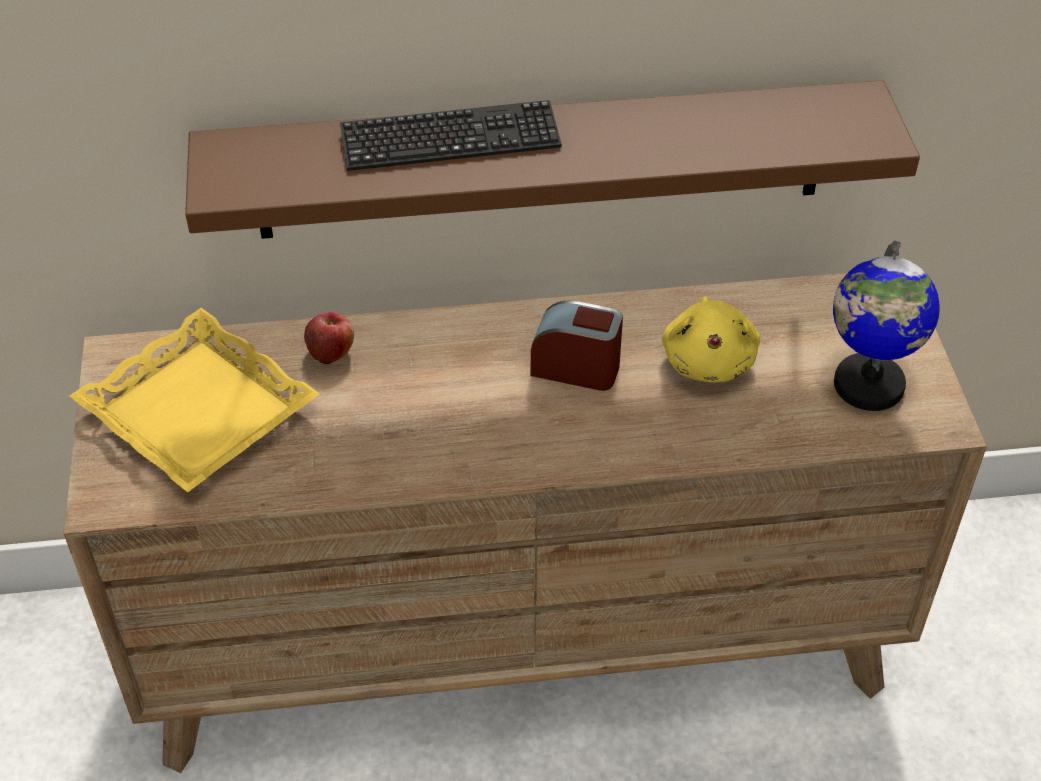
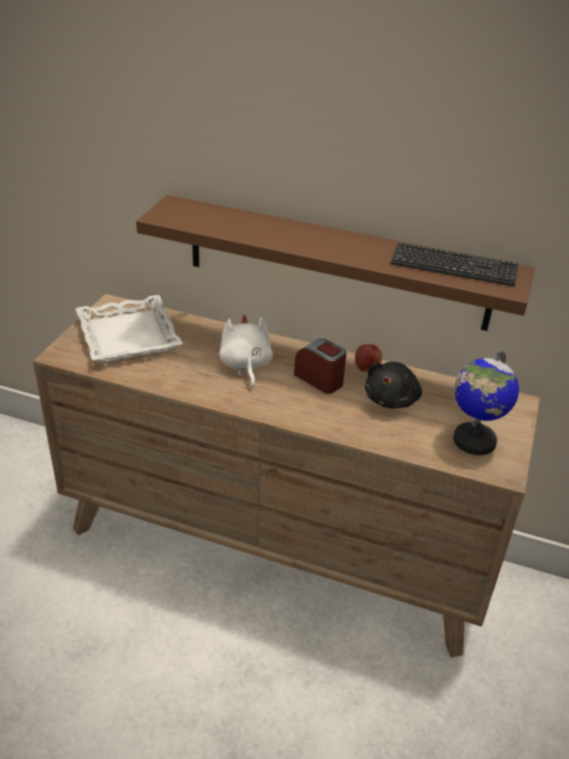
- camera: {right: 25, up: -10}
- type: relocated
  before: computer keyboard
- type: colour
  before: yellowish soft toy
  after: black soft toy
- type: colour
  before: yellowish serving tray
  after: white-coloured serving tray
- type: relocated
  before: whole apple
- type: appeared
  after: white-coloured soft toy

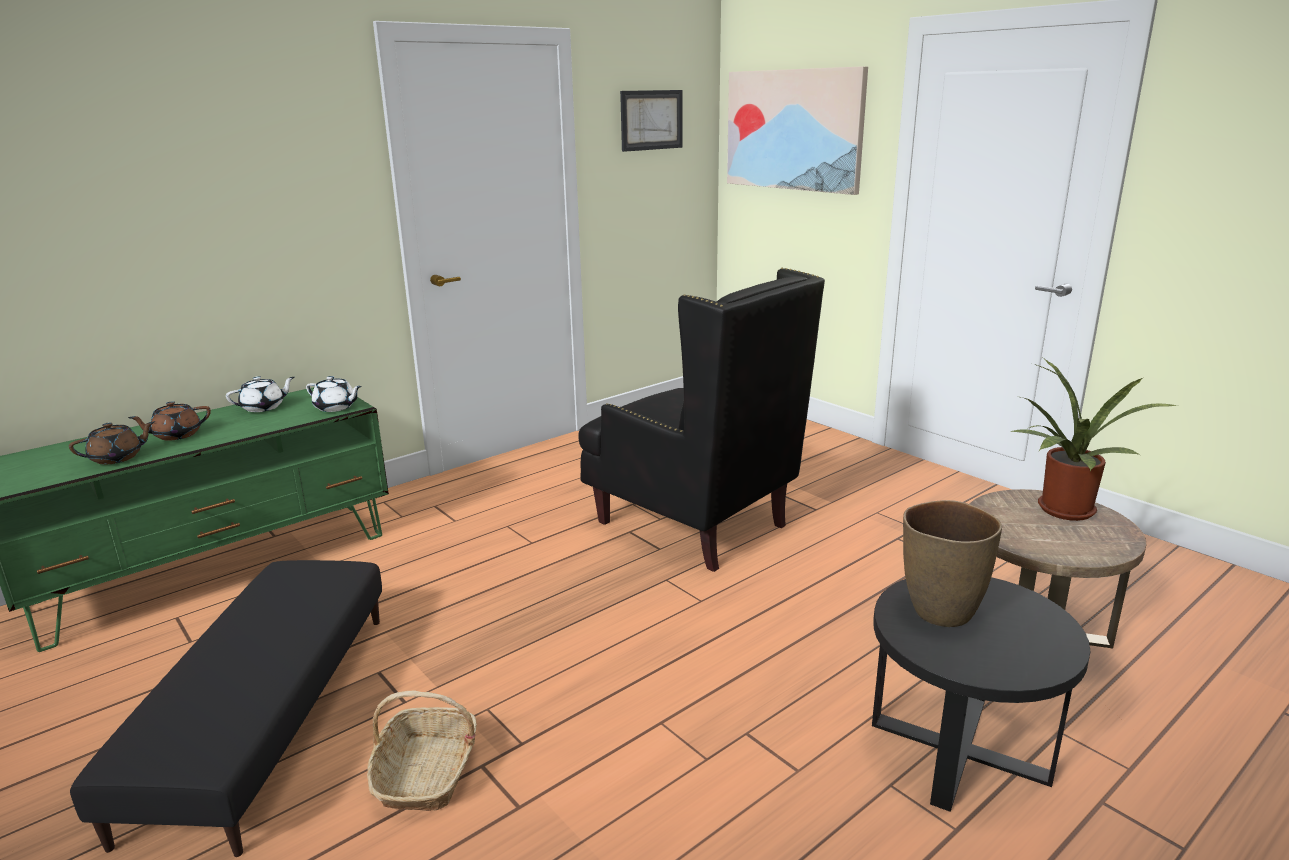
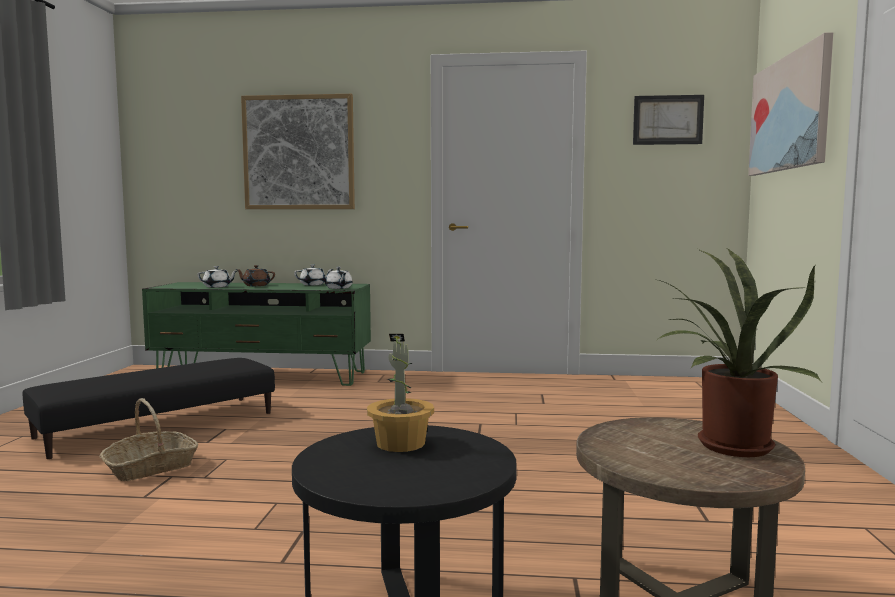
- camera: {right: 45, up: -15}
- type: missing
  before: black easy chair
- type: colour
  before: brown-coloured pot for tea (no. 1 from left)
  after: white-coloured pot for tea (no. 1 from left)
- type: exchanged
  before: brown-coloured decorative vase
  after: potted plant (no. 1 from left)
- type: appeared
  after: picture (no. 1 from left)

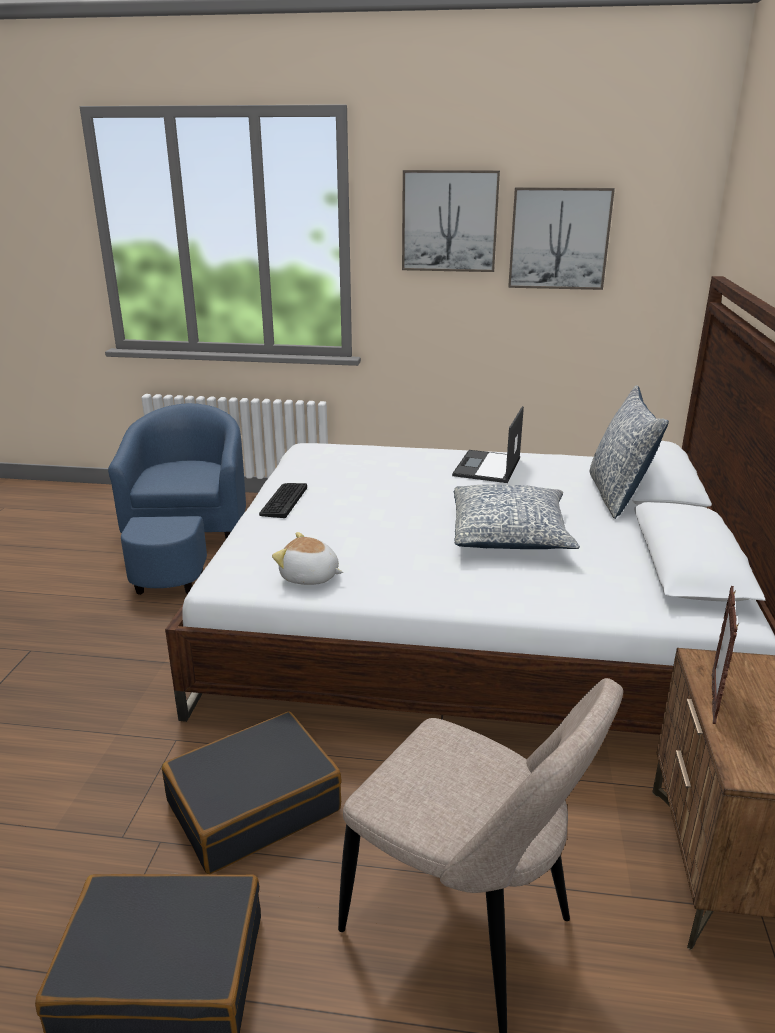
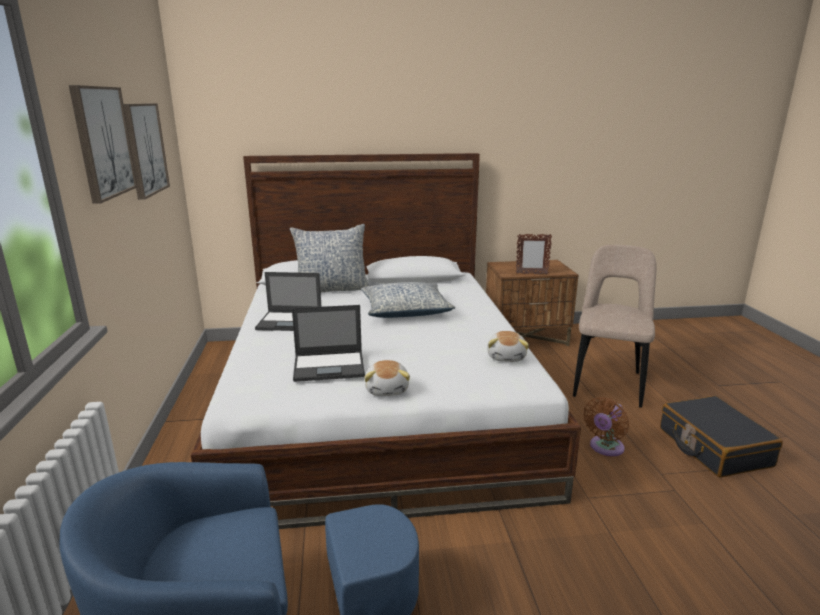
- camera: {right: -105, up: -5}
- type: exchanged
  before: computer keyboard
  after: soft toy (no. 1 from left)
- type: exchanged
  before: black suitcase (no. 2 from left)
  after: brown-coloured fan
- type: appeared
  after: notebook computer (no. 2 from left)

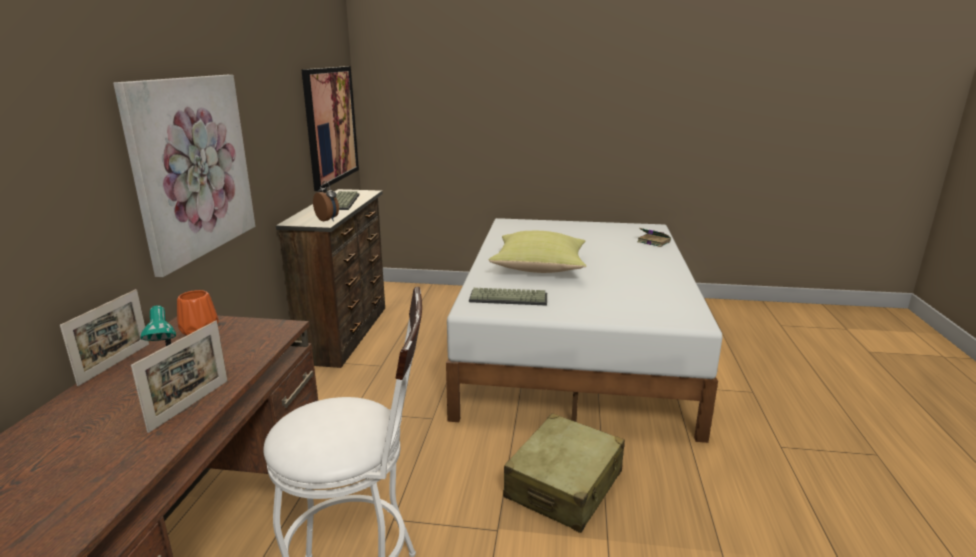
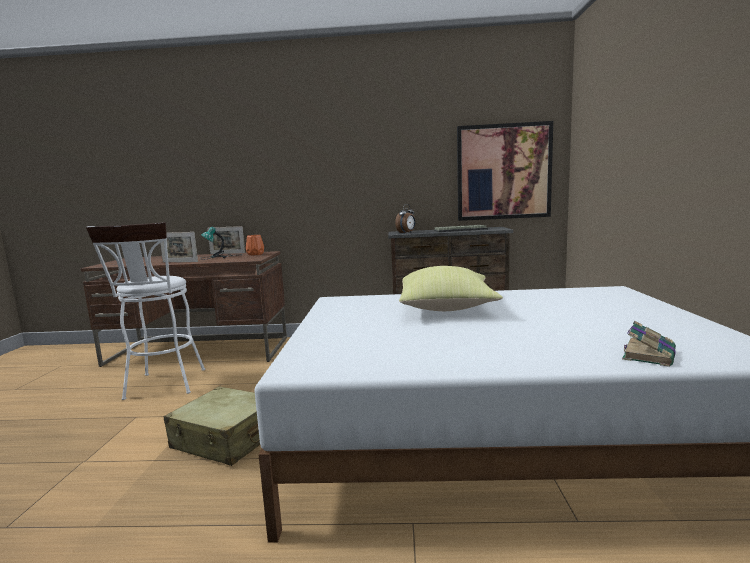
- camera: {right: 85, up: -10}
- type: missing
  before: picture (no. 1 from left)
- type: missing
  before: computer keyboard (no. 2 from left)

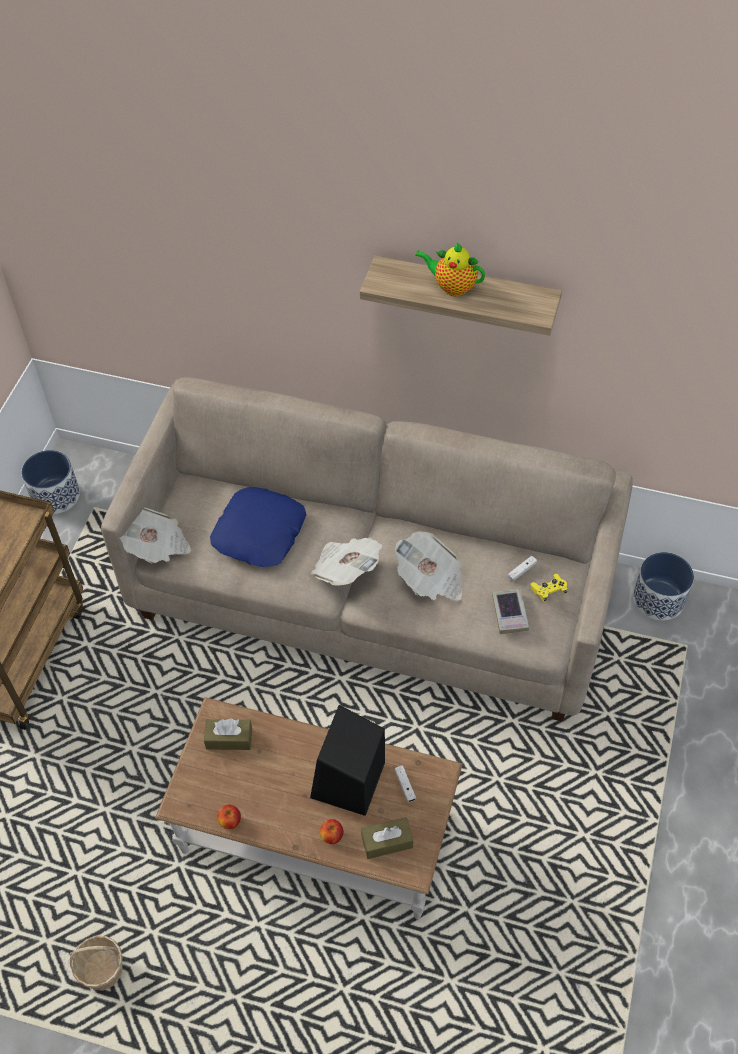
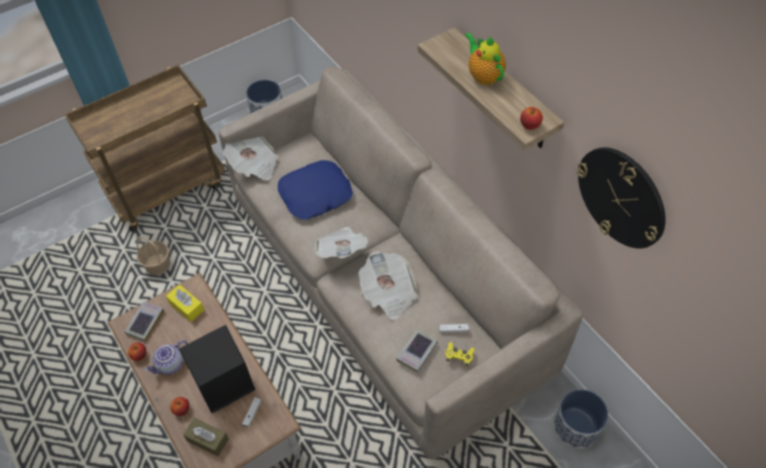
- camera: {right: 40, up: 0}
- type: colour
  before: brown-coloured tissue box (no. 1 from left)
  after: yellowish tissue box
- type: relocated
  before: household basket
- type: appeared
  after: whole apple (no. 3 from left)
- type: appeared
  after: hanging clock
- type: appeared
  after: book (no. 1 from left)
- type: appeared
  after: pot for tea (no. 1 from left)

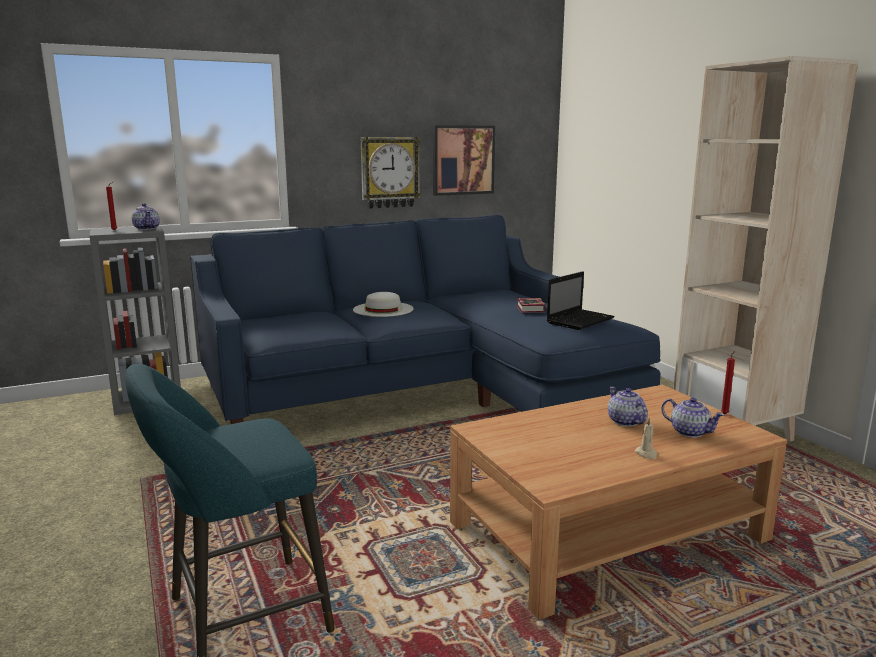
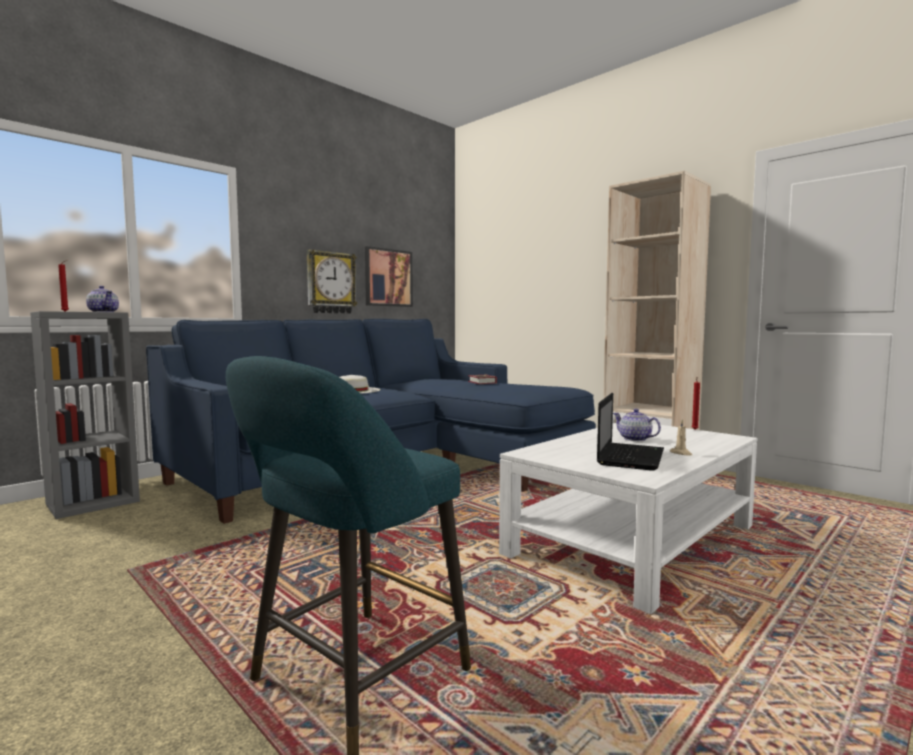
- camera: {right: -20, up: -10}
- type: relocated
  before: notebook computer
- type: colour
  before: brown-coloured low table
  after: white-coloured low table
- type: missing
  before: pot for tea (no. 3 from left)

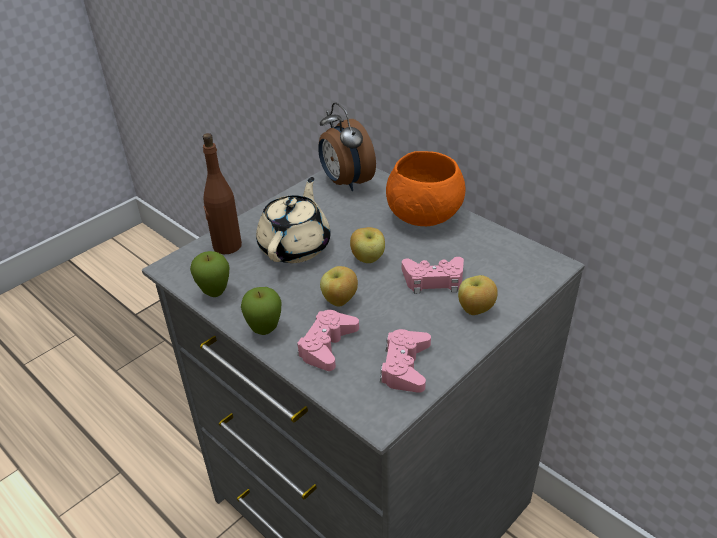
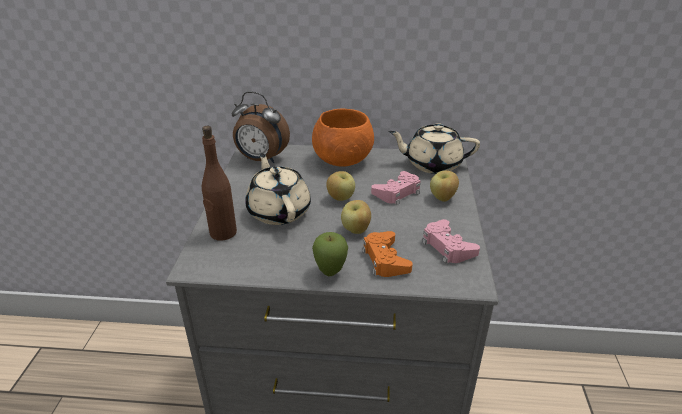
- camera: {right: -40, up: -5}
- type: missing
  before: whole apple (no. 1 from left)
- type: colour
  before: pinkish game controller (no. 1 from left)
  after: orangey game controller
- type: appeared
  after: beige pot for tea (no. 2 from left)

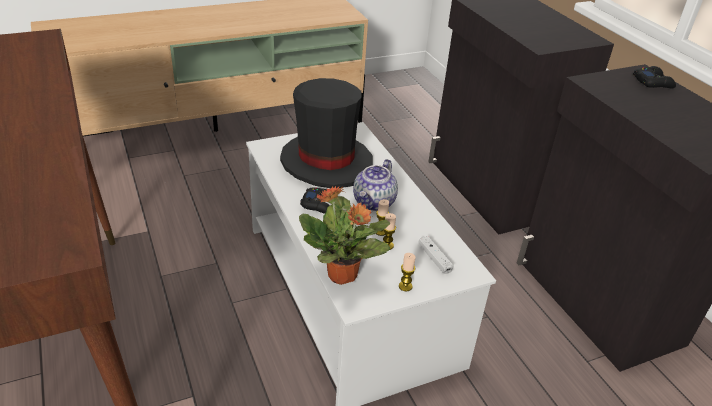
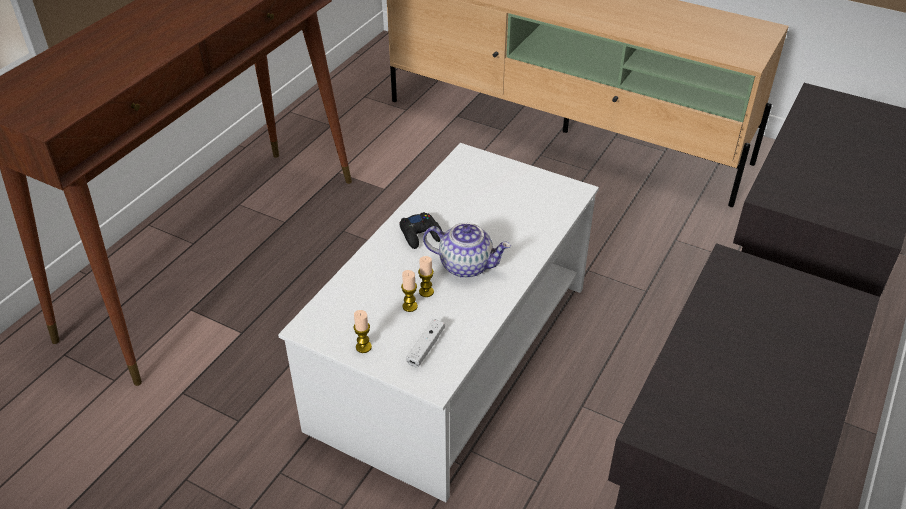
- camera: {right: 55, up: 5}
- type: missing
  before: black game controller (no. 2 from left)
- type: missing
  before: black hat
- type: spun
  before: pot for tea
  turn: -150
- type: missing
  before: potted plant

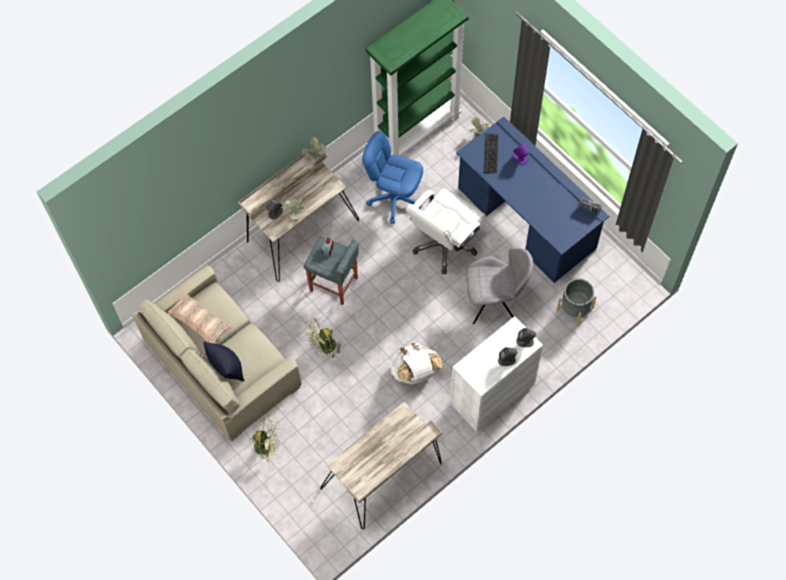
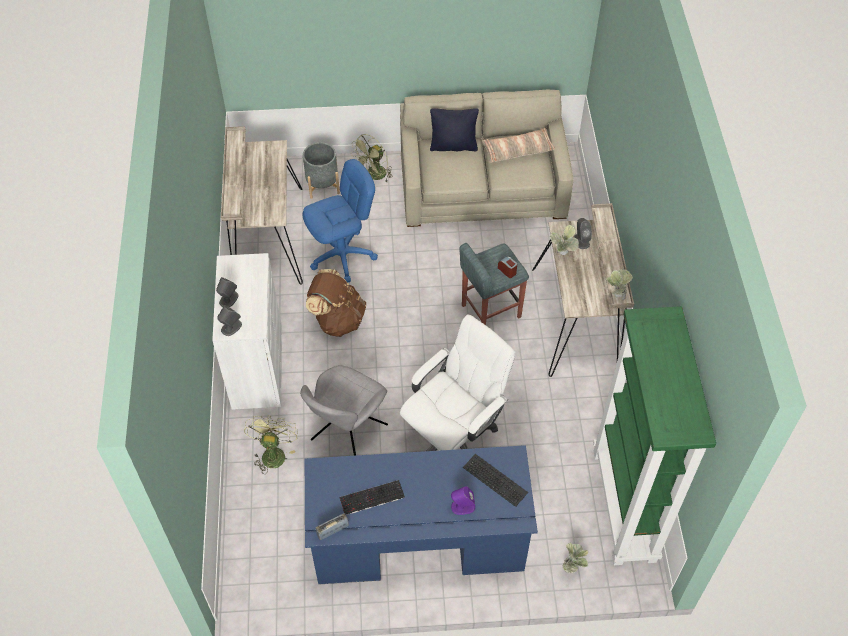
- camera: {right: 125, up: -10}
- type: relocated
  before: blue-coloured office chair
- type: spun
  before: white-coloured office chair
  turn: 60
- type: relocated
  before: grey flower pot
- type: relocated
  before: green fan (no. 2 from left in the first image)
  after: green fan (no. 1 from left)
- type: colour
  before: white-coloured rucksack
  after: brown-coloured rucksack
- type: appeared
  after: computer keyboard (no. 1 from left)

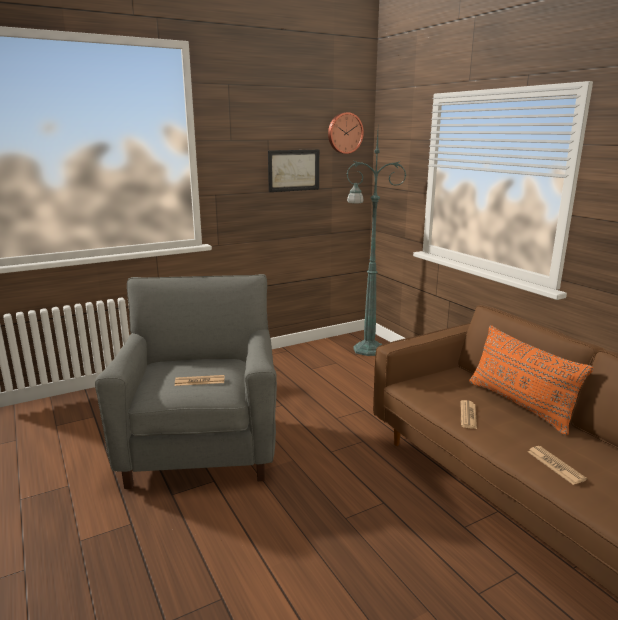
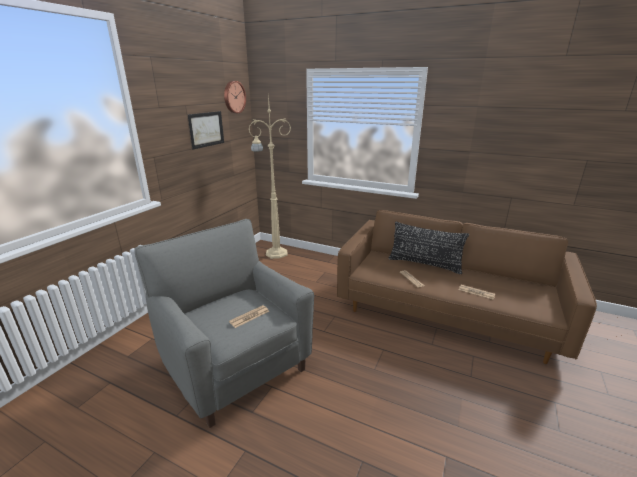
- camera: {right: -35, up: 5}
- type: colour
  before: green standard lamp
  after: beige standard lamp
- type: colour
  before: orangey pillow
  after: black pillow

